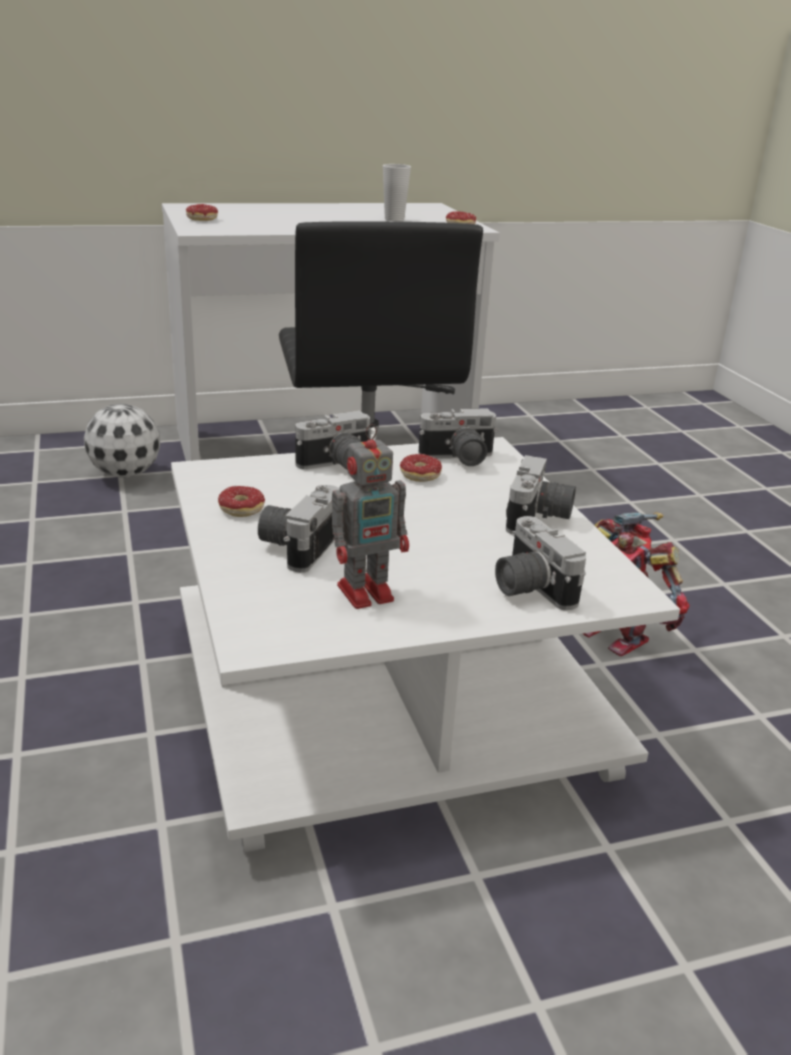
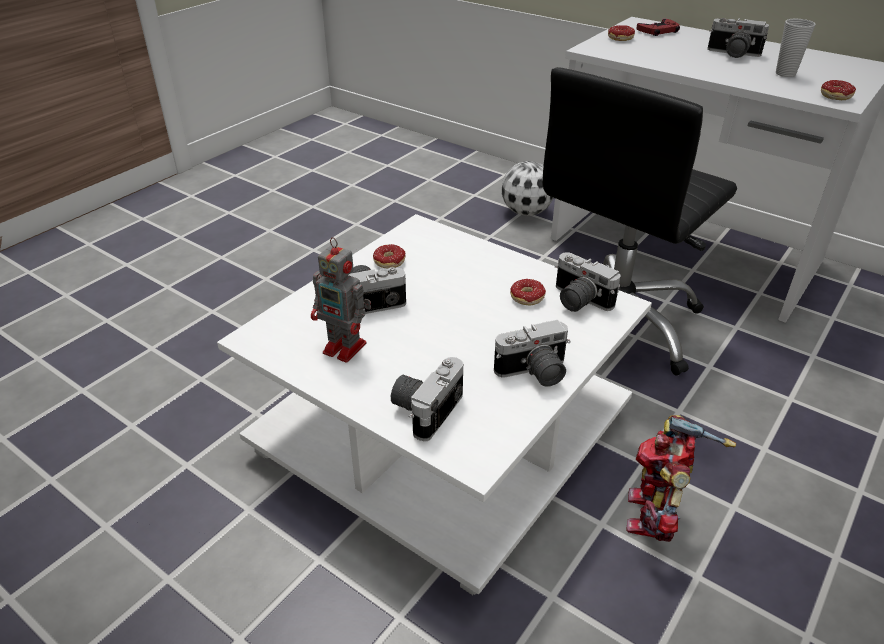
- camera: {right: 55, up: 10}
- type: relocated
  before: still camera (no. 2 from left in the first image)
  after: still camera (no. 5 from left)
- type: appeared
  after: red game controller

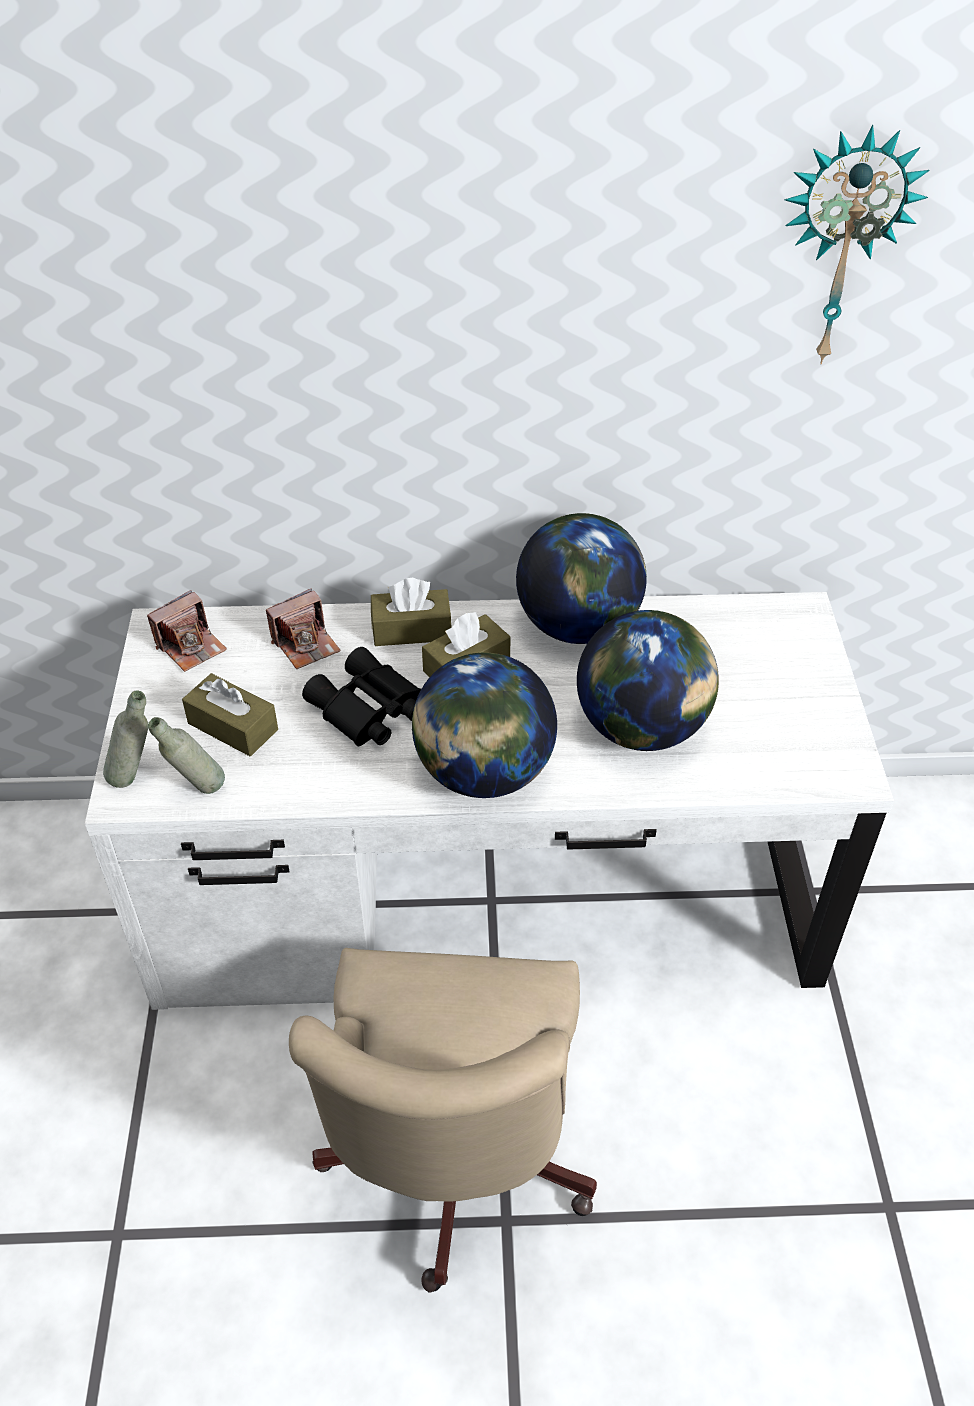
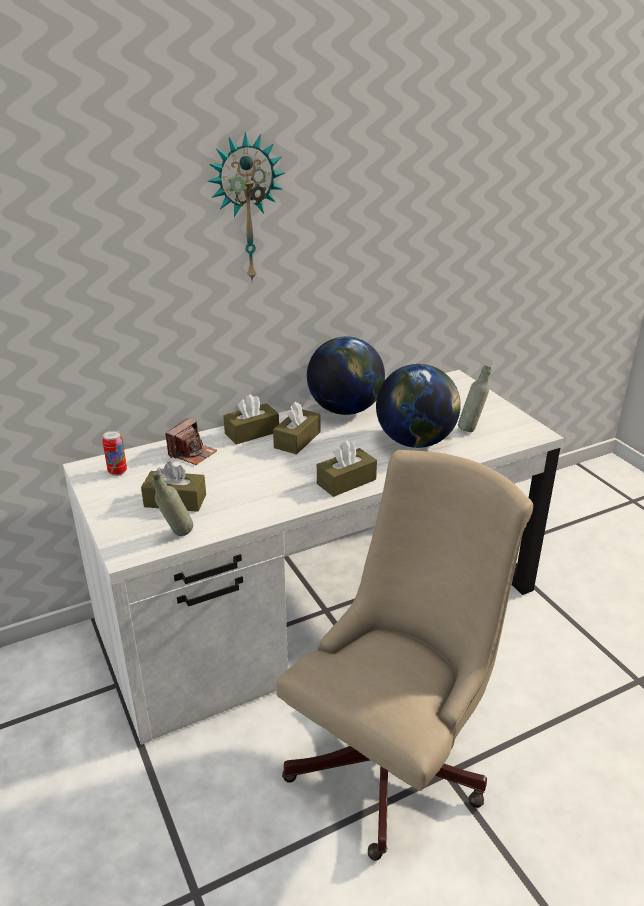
- camera: {right: -25, up: -15}
- type: relocated
  before: hanging clock
- type: exchanged
  before: still camera (no. 1 from left)
  after: sealed can
- type: missing
  before: black pair of binoculars
- type: exchanged
  before: desk globe (no. 1 from left)
  after: brown-coloured tissue box (no. 4 from left)
- type: relocated
  before: grey drink bottle (no. 1 from left in the first image)
  after: grey drink bottle (no. 2 from left)
- type: spun
  before: beige office chair
  turn: -120

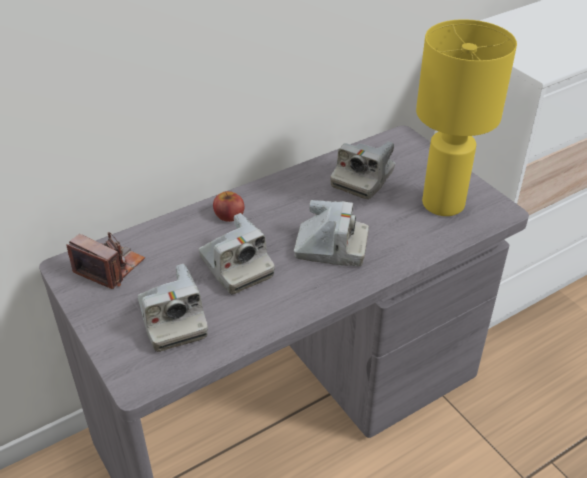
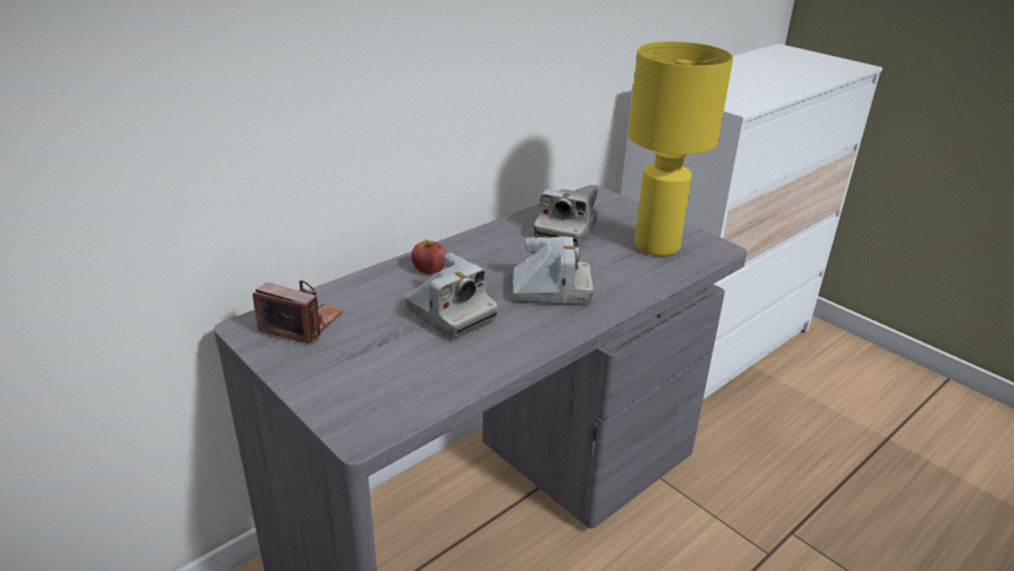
- camera: {right: -10, up: -10}
- type: missing
  before: still camera (no. 2 from left)

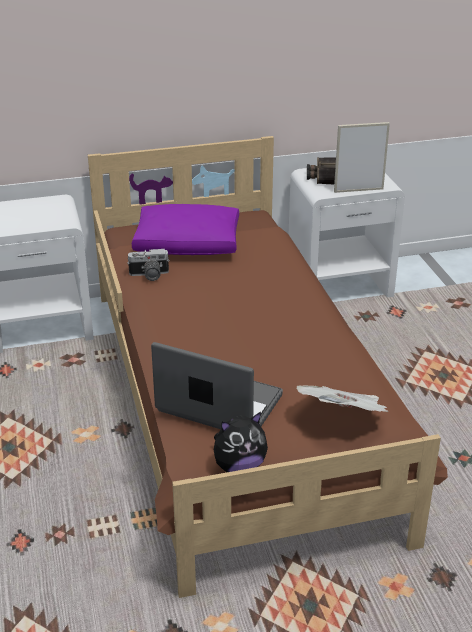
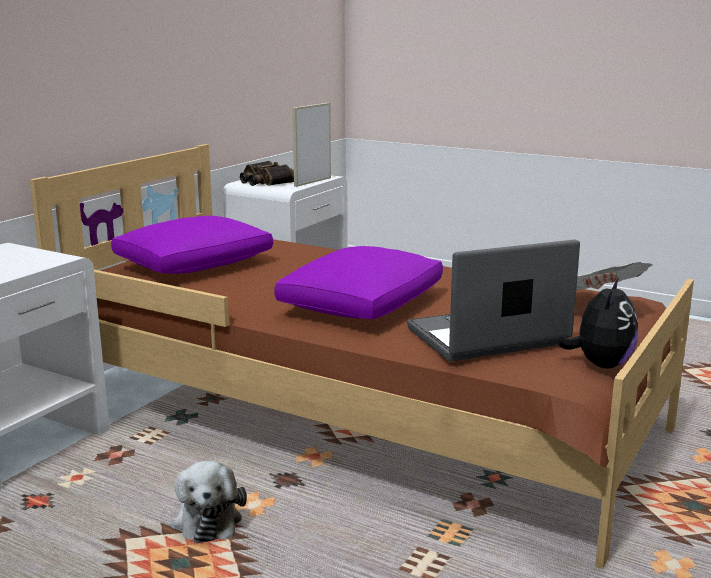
- camera: {right: -45, up: -15}
- type: missing
  before: still camera
- type: appeared
  after: purple-coloured pillow (no. 2 from left)
- type: appeared
  after: soft toy (no. 1 from left)

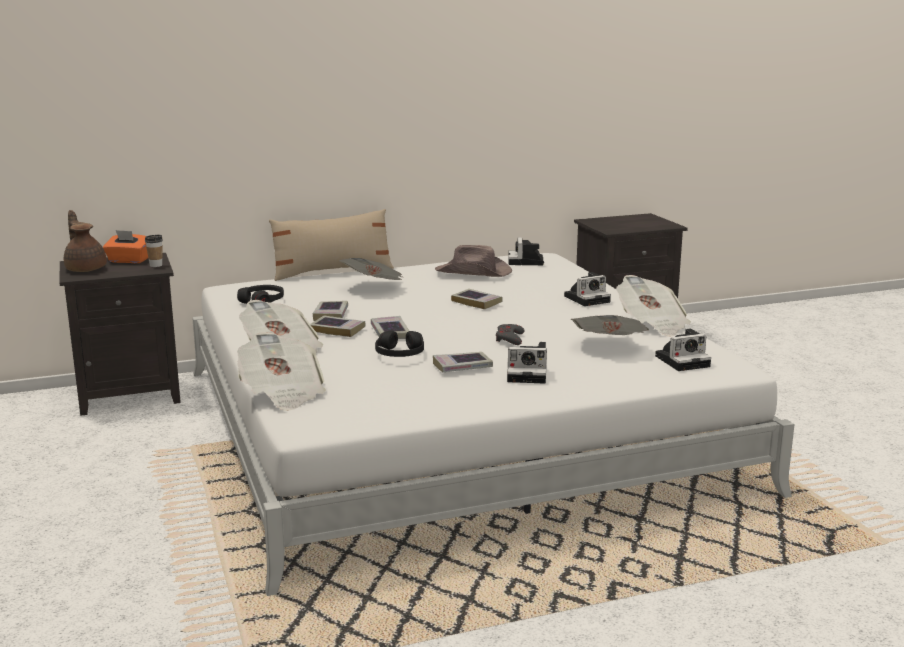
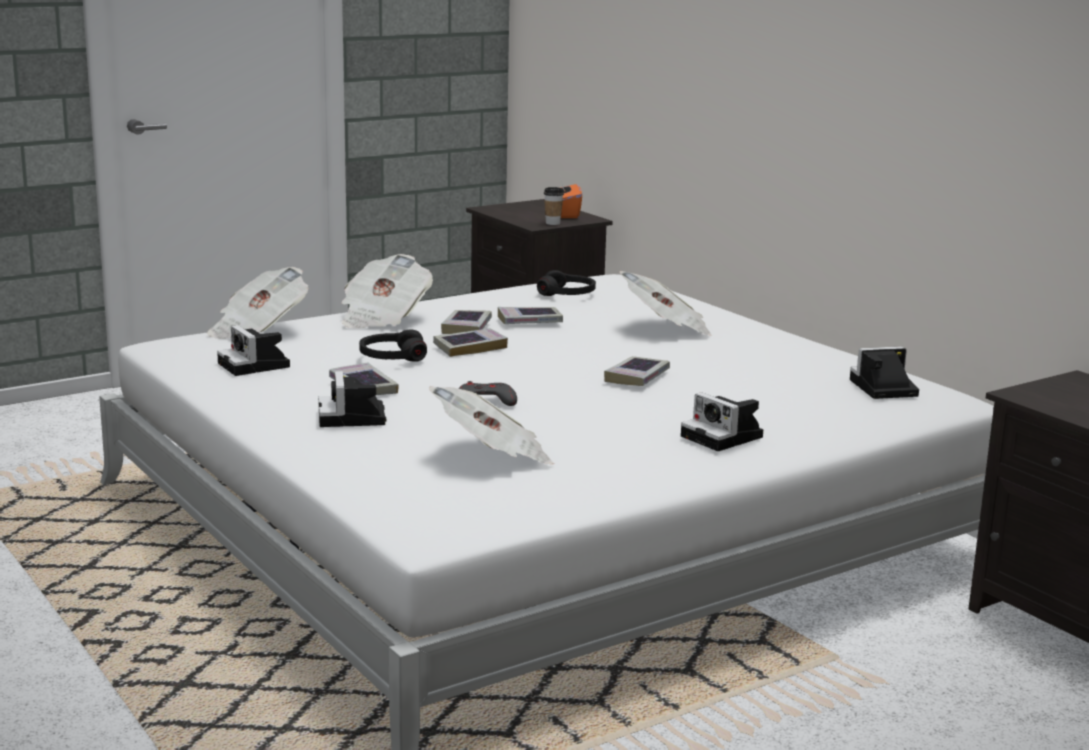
- camera: {right: 75, up: 0}
- type: missing
  before: beige pillow
- type: missing
  before: brown-coloured pot for tea
- type: missing
  before: brown-coloured hat
- type: missing
  before: daily paper (no. 5 from left)
- type: relocated
  before: still camera (no. 4 from left in the first image)
  after: still camera (no. 1 from left)

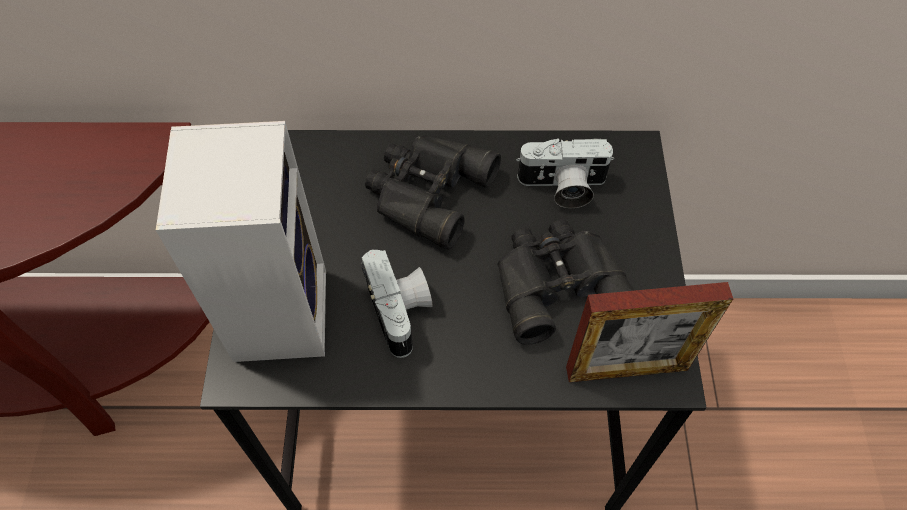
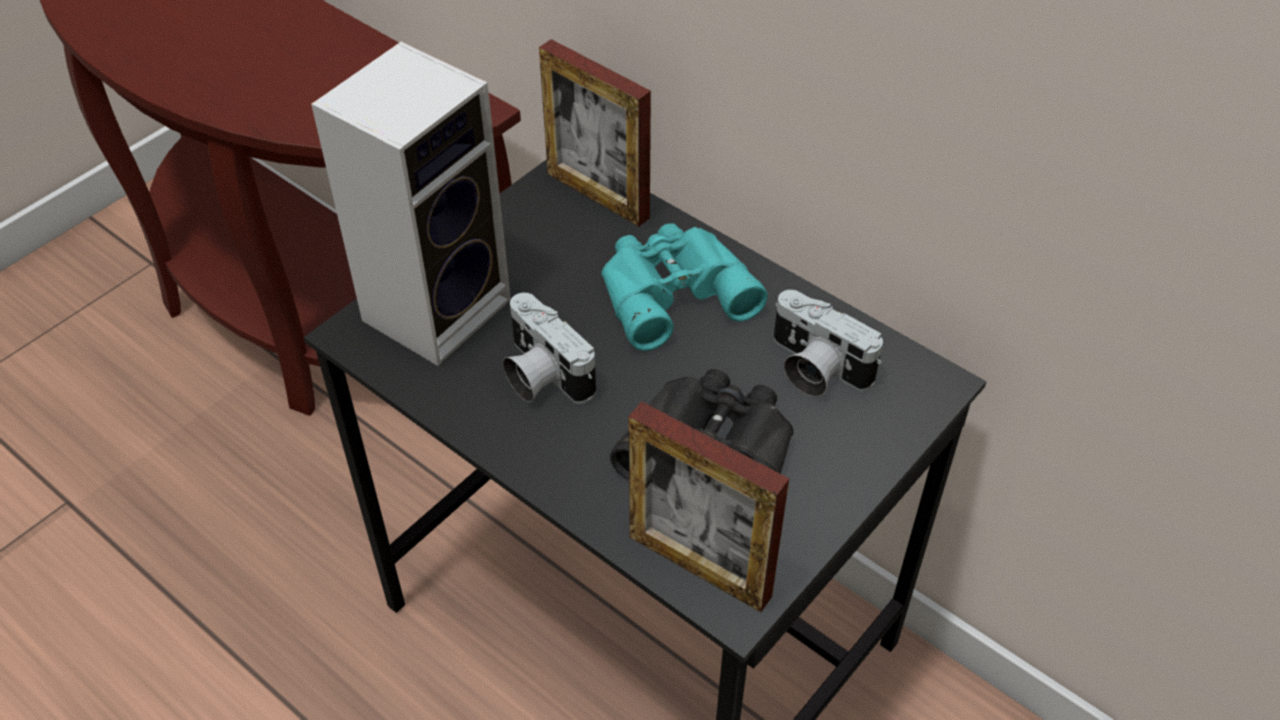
- camera: {right: 40, up: -10}
- type: colour
  before: black pair of binoculars (no. 1 from left)
  after: turquoise pair of binoculars
- type: spun
  before: still camera (no. 1 from left)
  turn: 120
- type: appeared
  after: picture frame (no. 1 from left)

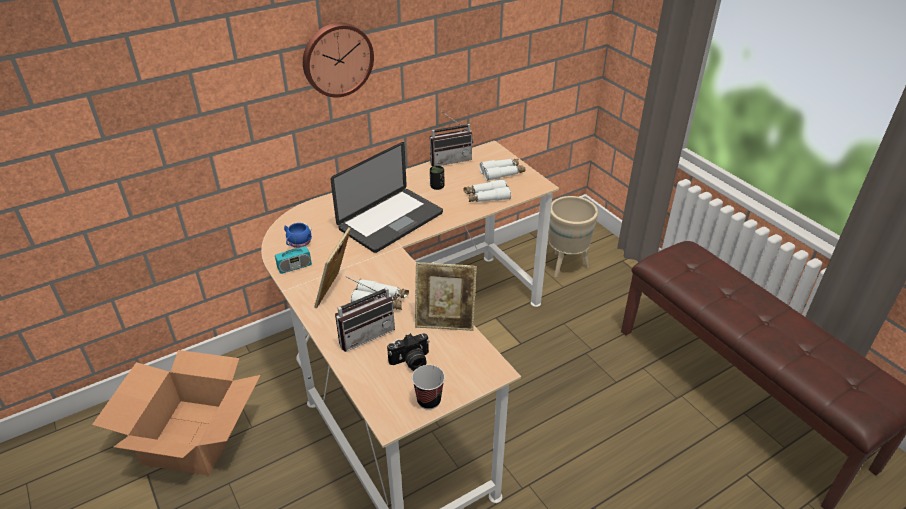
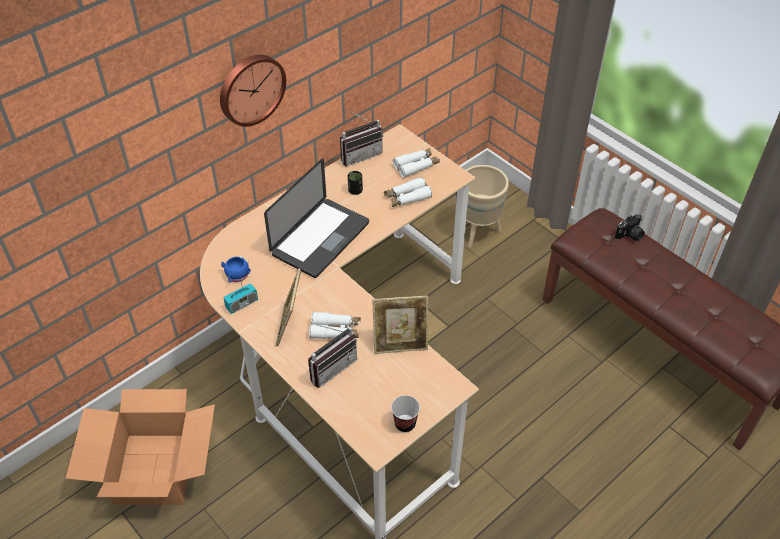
- camera: {right: -10, up: 10}
- type: relocated
  before: still camera

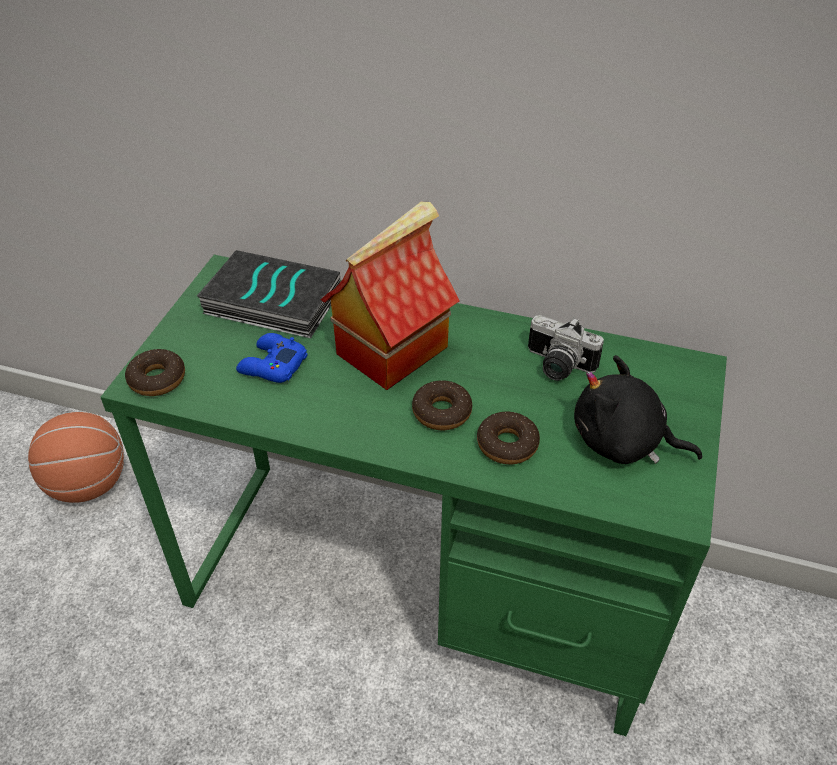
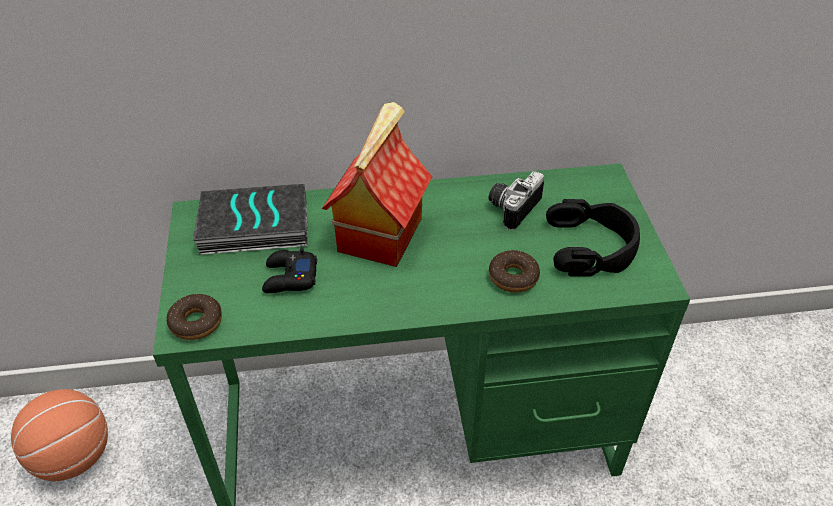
- camera: {right: -25, up: 0}
- type: spun
  before: still camera
  turn: 120
- type: colour
  before: blue-coloured game controller
  after: black game controller
- type: exchanged
  before: black soft toy
  after: black pair of headphones
- type: missing
  before: doughnut (no. 2 from left)

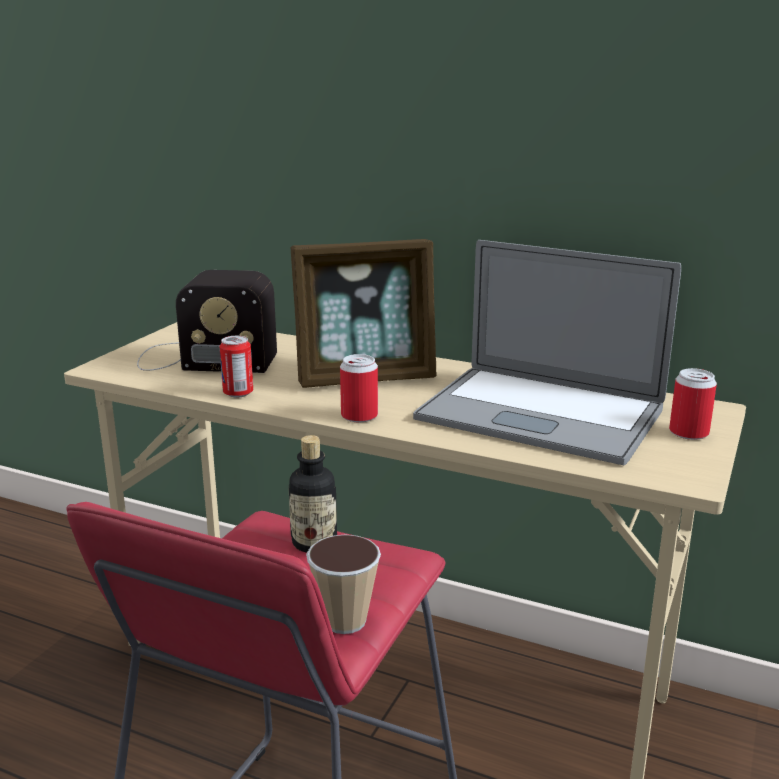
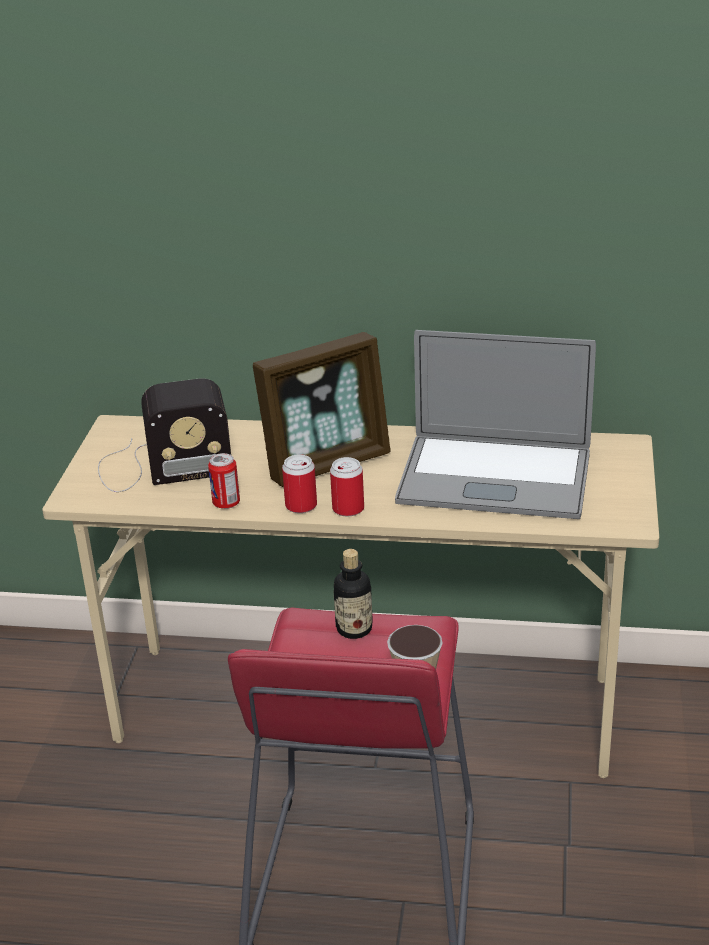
- camera: {right: -15, up: 10}
- type: relocated
  before: sealed can (no. 3 from left in the first image)
  after: sealed can (no. 2 from left)

